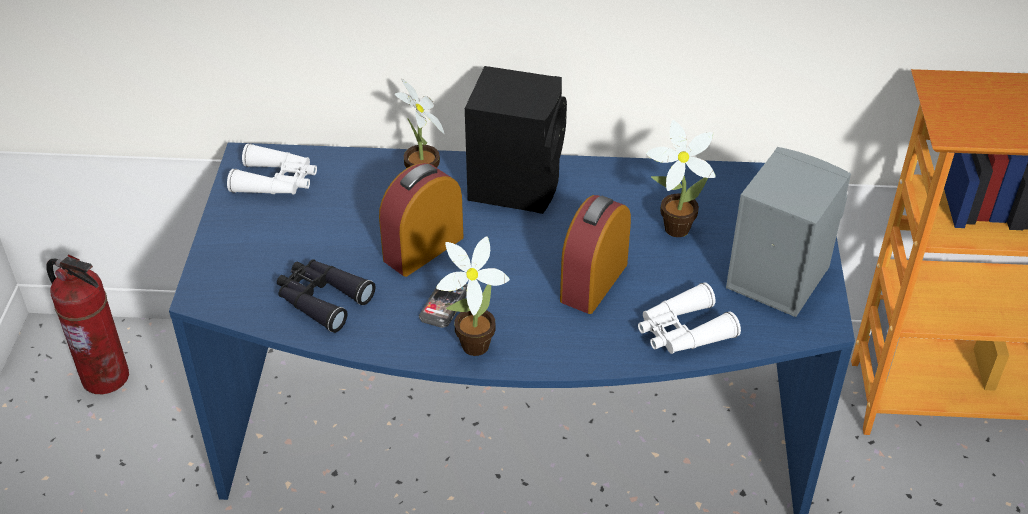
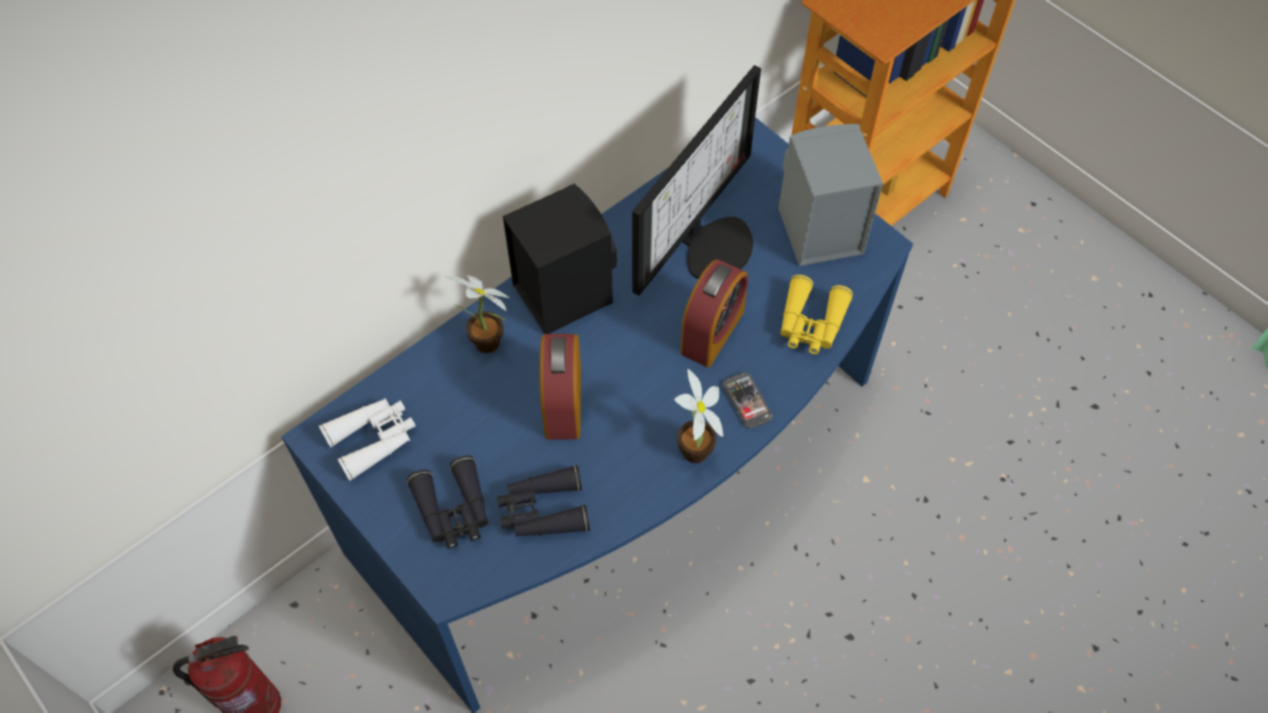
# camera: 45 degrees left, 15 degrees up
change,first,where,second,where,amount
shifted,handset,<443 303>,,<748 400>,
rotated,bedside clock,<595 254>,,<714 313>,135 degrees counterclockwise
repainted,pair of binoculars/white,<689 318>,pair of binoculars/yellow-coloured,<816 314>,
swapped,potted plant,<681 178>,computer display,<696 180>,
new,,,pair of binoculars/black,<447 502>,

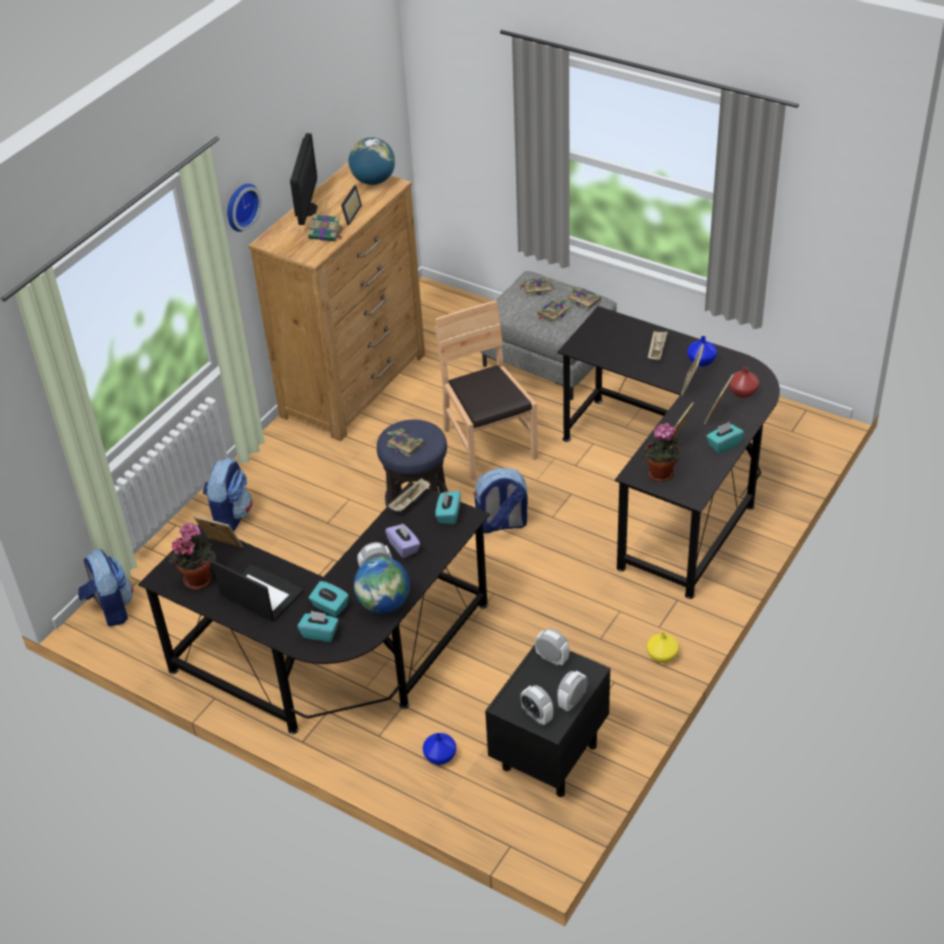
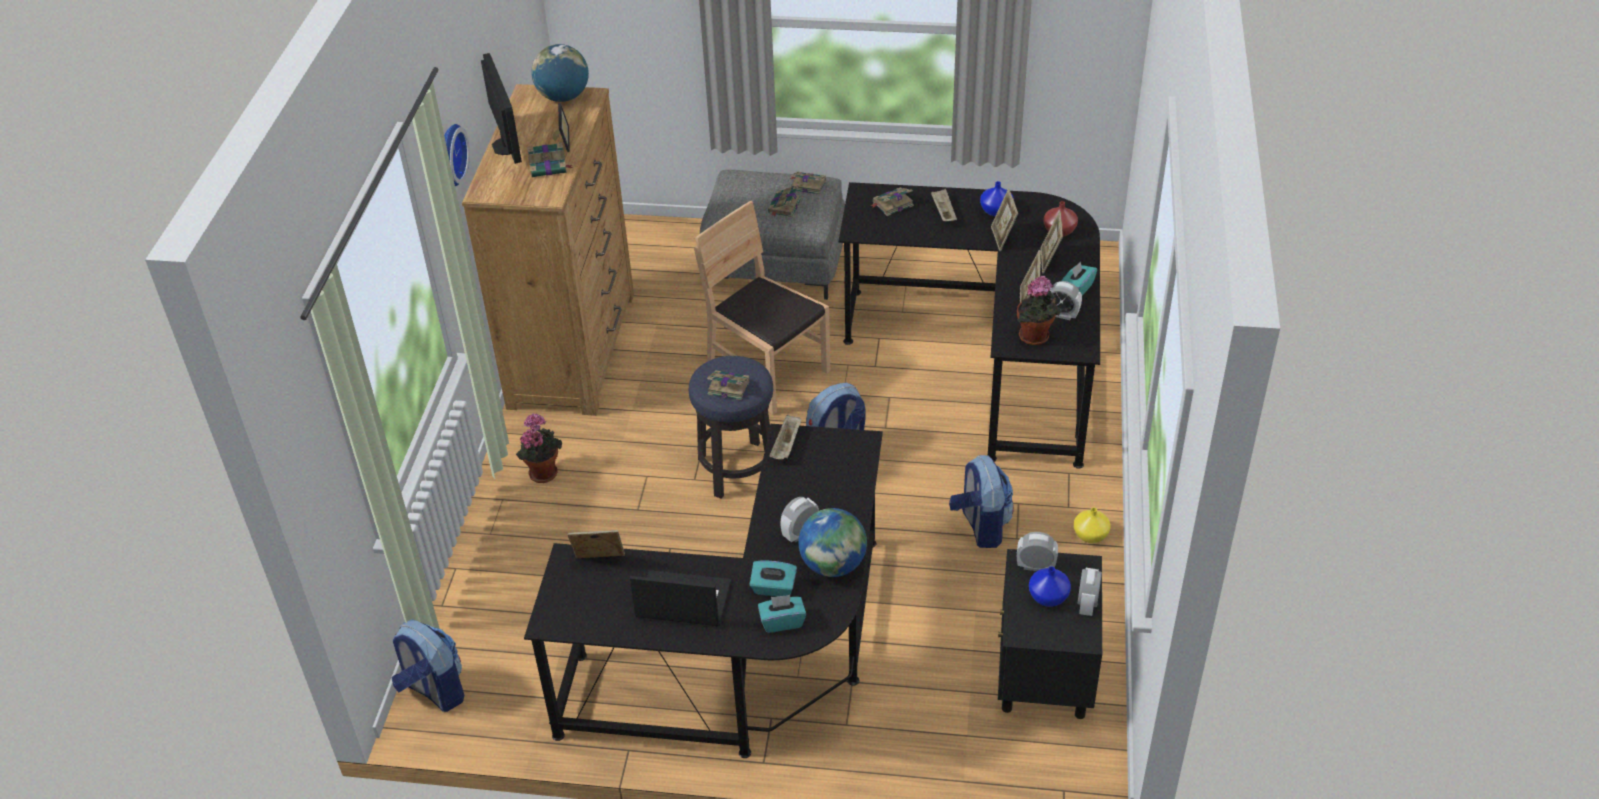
# camera: 25 degrees left, 0 degrees up
change,first,where,second,where,amount
shifted,potted plant,<192 556>,,<539 448>,
shifted,backpack,<228 494>,,<981 501>,
gone,box of tissues/purplish,<402 541>,,,
shifted,decorative vase/bluish,<439 749>,,<1050 586>,
gone,box of tissues/blue-green,<448 507>,,,
shifted,book,<535 287>,,<892 202>,
shifted,bedside clock,<537 705>,,<1065 300>,

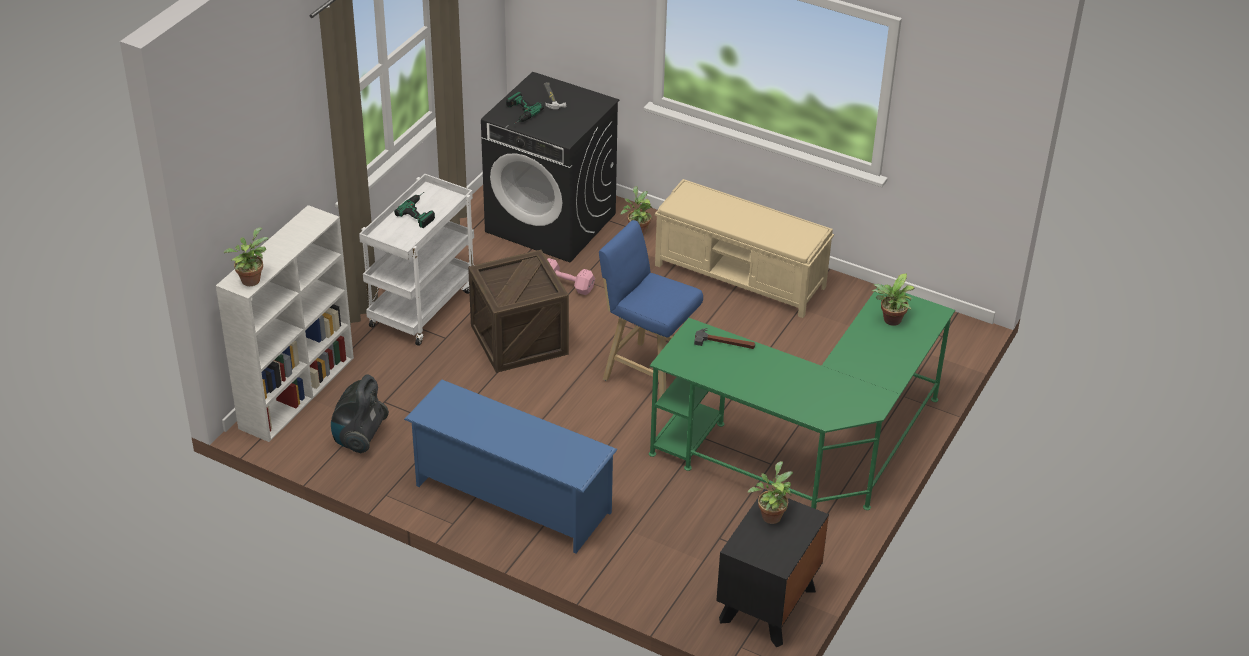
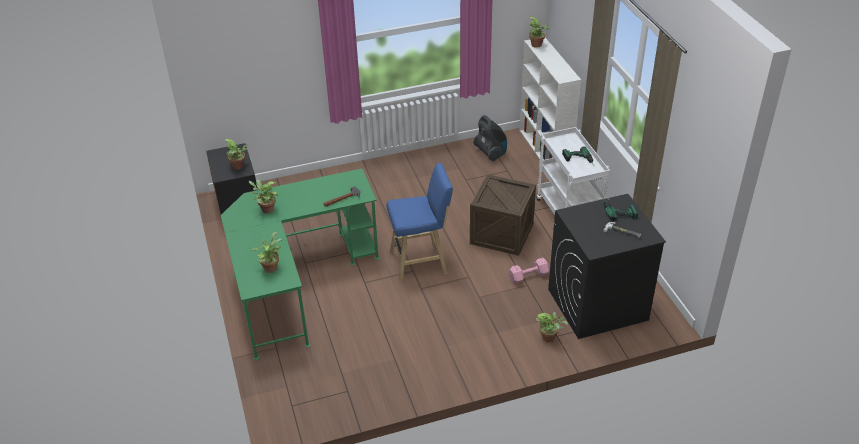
# camera: 135 degrees right, 0 degrees up
change,first,where,second,where,amount
gone,shoe shelf/bluish,<510 466>,,,
gone,bench/sand-coloured,<744 248>,,,
new,,,potted plant,<263 196>,

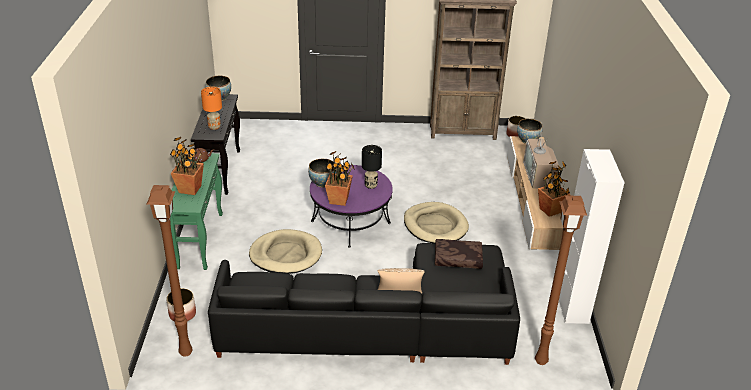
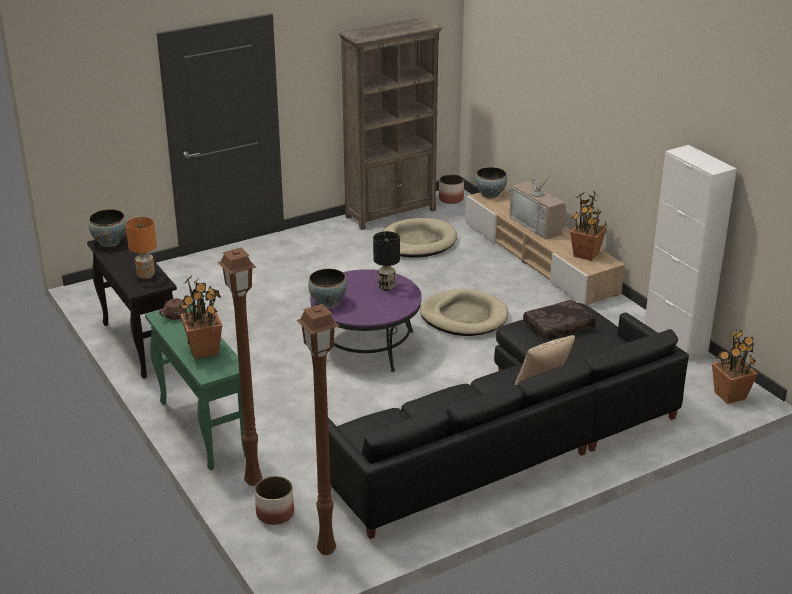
# camera: 30 degrees left, 5 degrees down
change,first,where,second,where,amount
shifted,dog bed/sand-coloured,<285 251>,,<419 238>,
shifted,potted plant,<340 178>,,<735 367>,
shifted,floor lamp/brownish,<561 280>,,<239 367>,

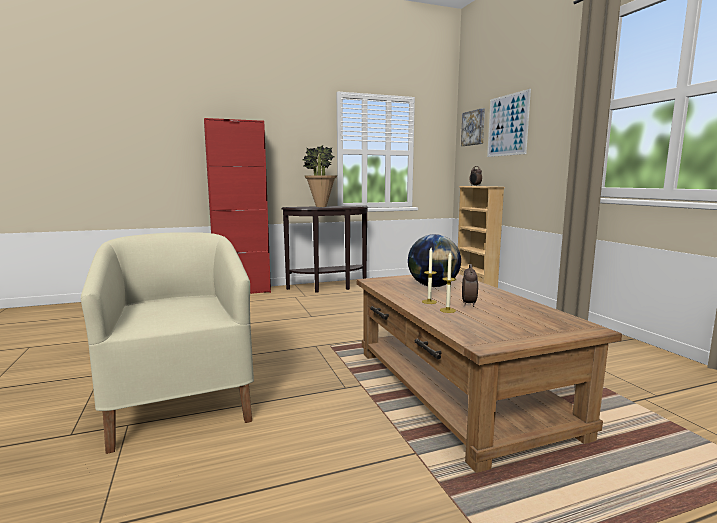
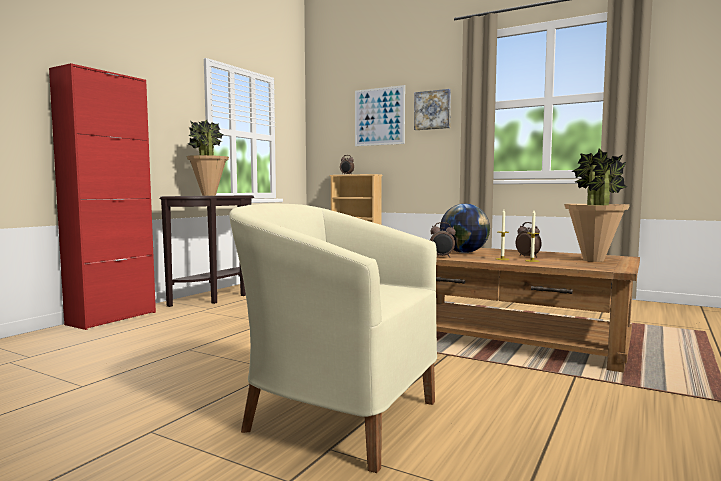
# camera: 40 degrees left, 5 degrees down
change,first,where,second,where,amount
shifted,picture,<473 127>,,<432 109>,
new,,,bedside clock,<443 240>,
new,,,potted plant,<597 205>,

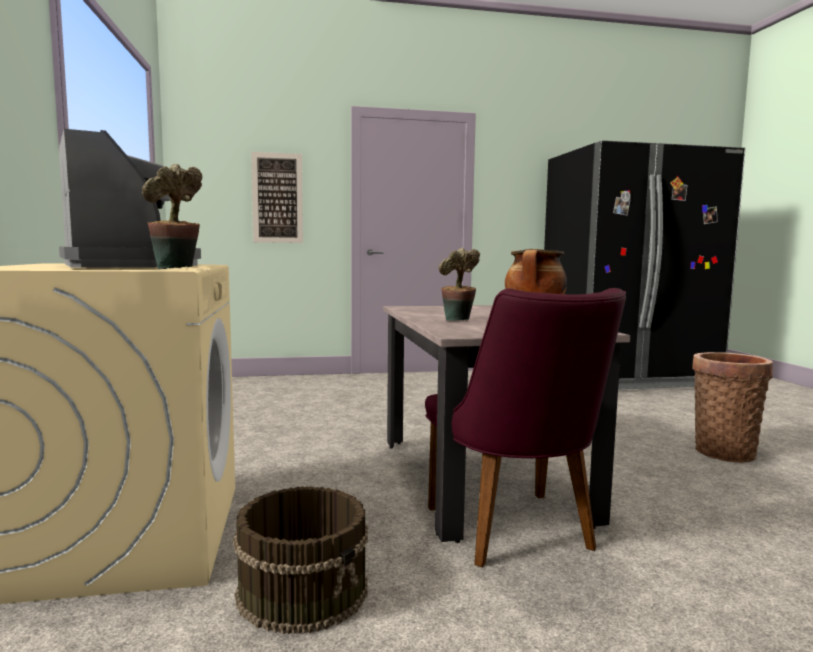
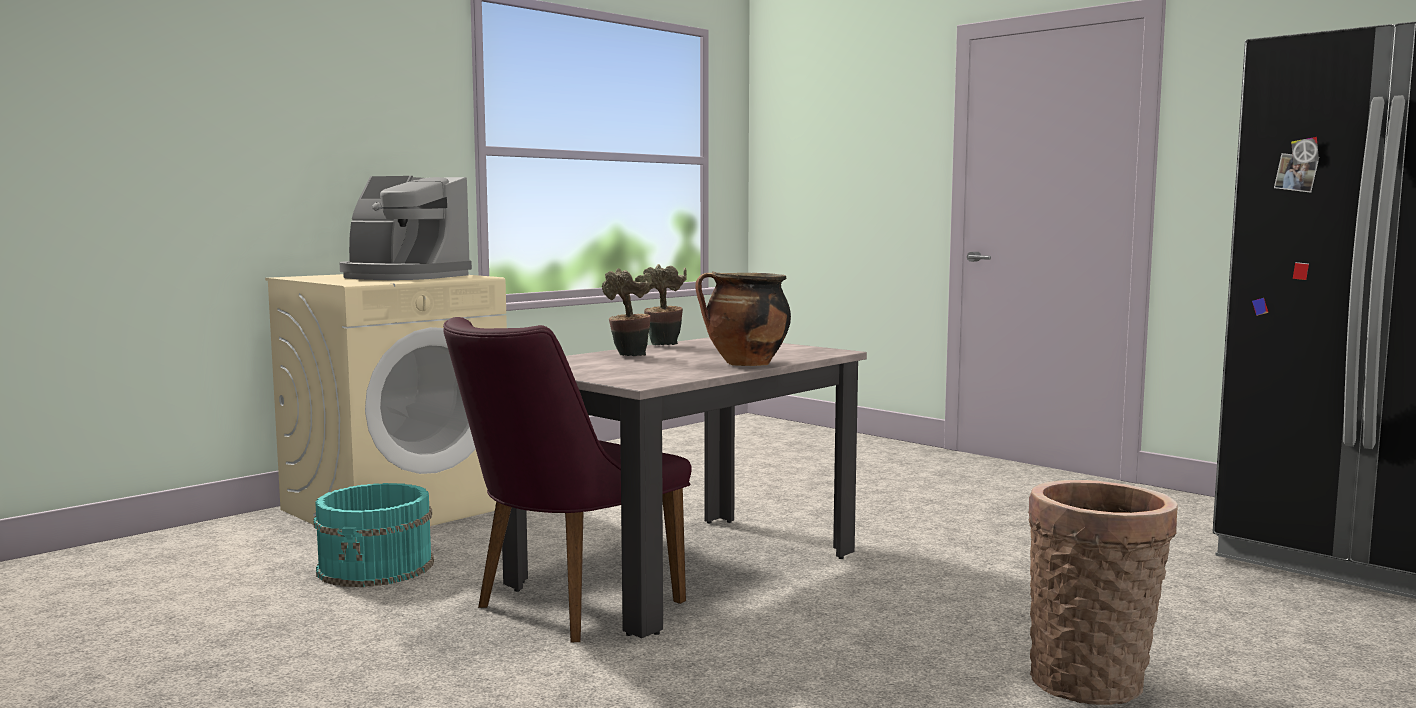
# camera: 55 degrees right, 0 degrees up
change,first,where,second,where,amount
rotated,coffee machine,<130 198>,,<406 228>,90 degrees clockwise
shifted,potted plant,<172 216>,,<665 304>,
repainted,pail/brownish,<300 560>,pail/blue-green,<373 535>,
gone,picture,<277 197>,,,

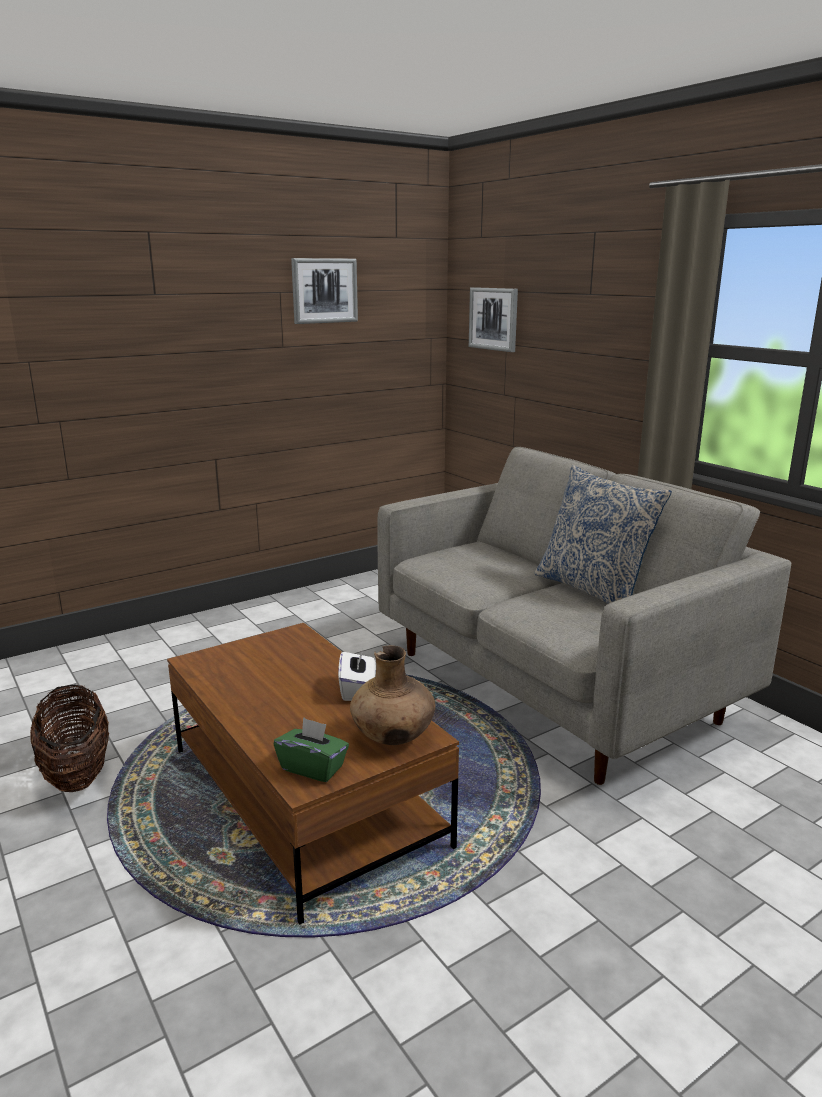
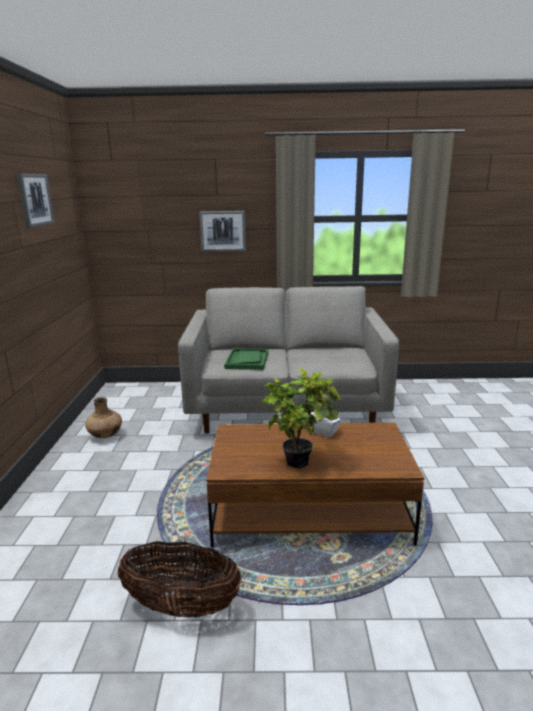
# camera: 55 degrees left, 0 degrees up
change,first,where,second,where,amount
gone,box of tissues/greenish,<311 749>,,,
shifted,decorative vase/brownish,<392 695>,,<103 417>,
shifted,picture,<493 319>,,<222 231>,
gone,cushion,<603 534>,,,
new,,,serving tray/greenish,<246 359>,
new,,,potted plant,<298 418>,

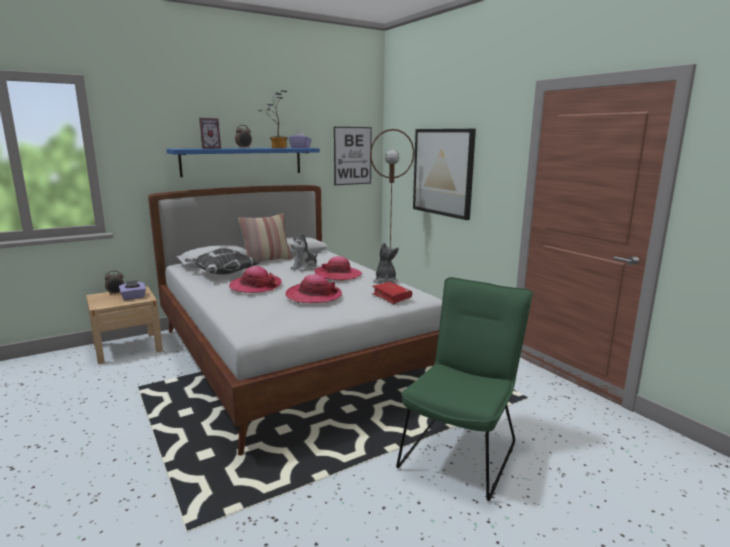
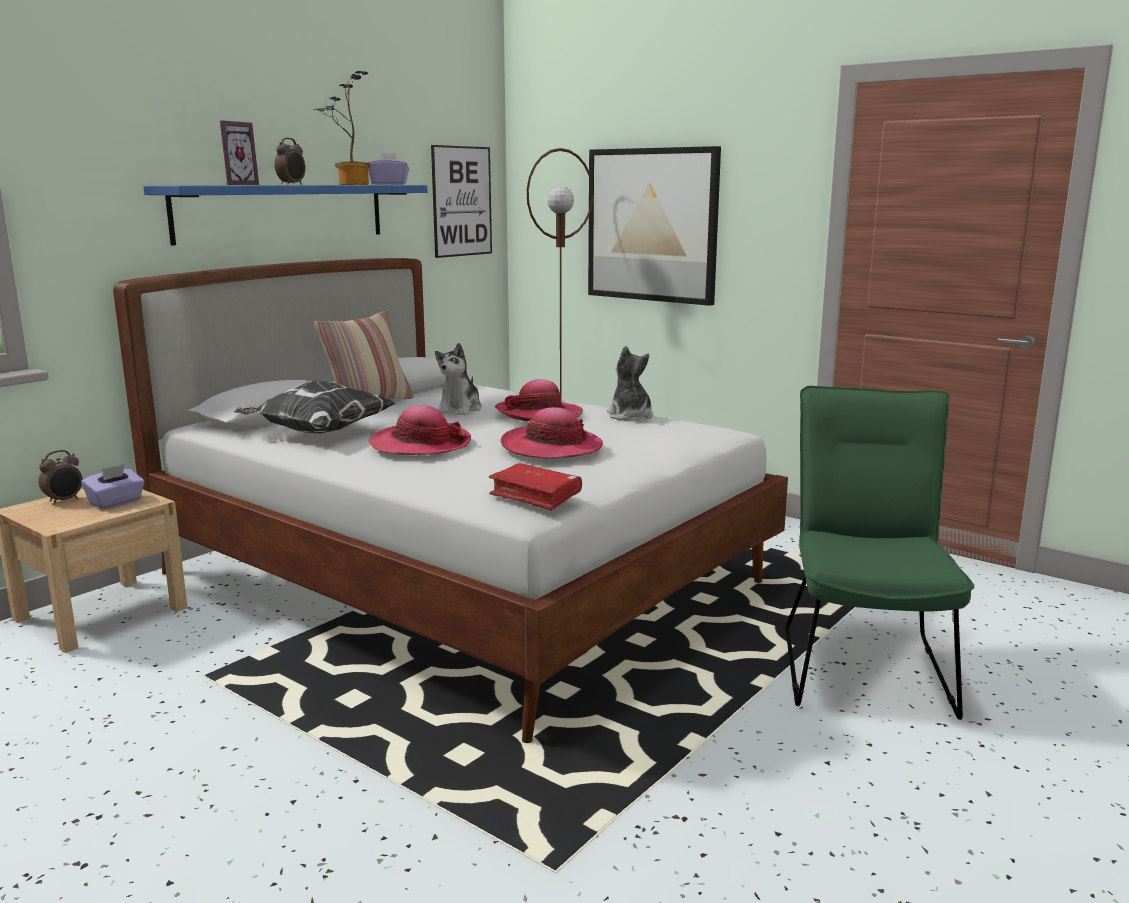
# camera: 20 degrees left, 0 degrees up
change,first,where,second,where,amount
shifted,book/red-coloured,<392 293>,,<535 487>,

